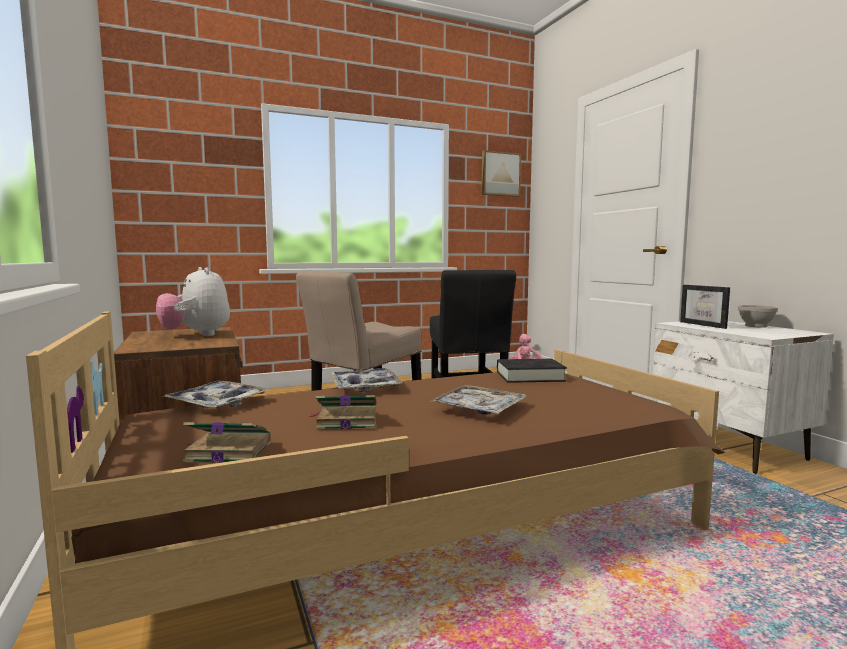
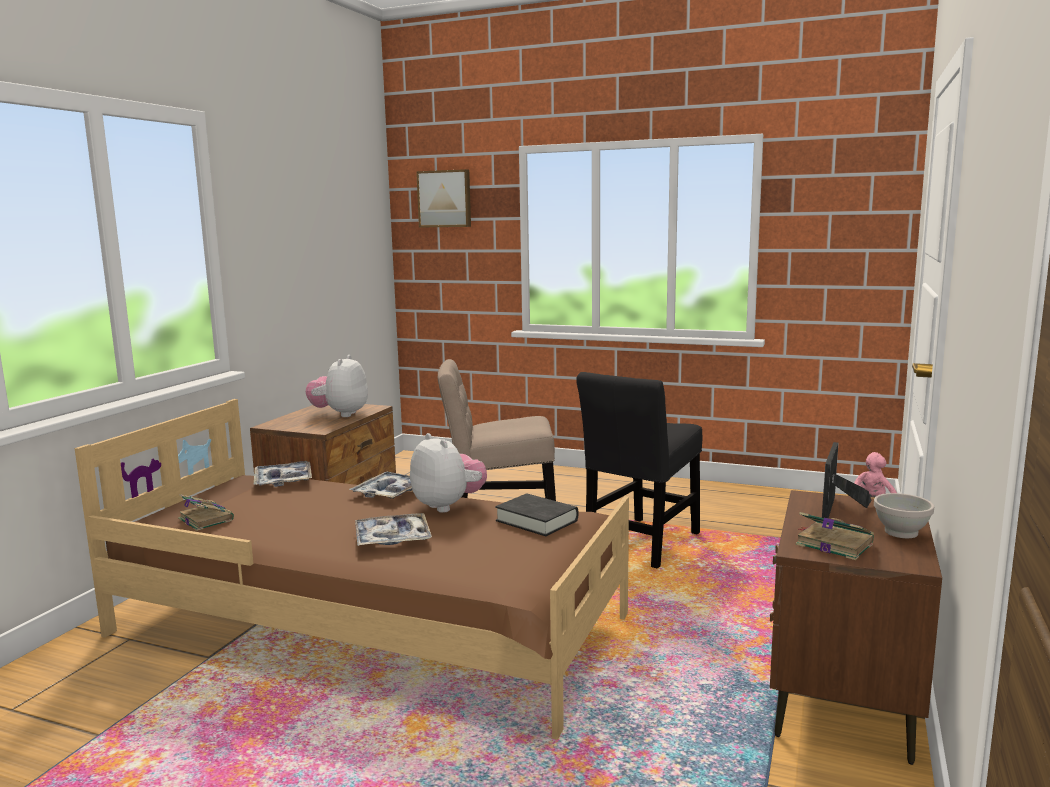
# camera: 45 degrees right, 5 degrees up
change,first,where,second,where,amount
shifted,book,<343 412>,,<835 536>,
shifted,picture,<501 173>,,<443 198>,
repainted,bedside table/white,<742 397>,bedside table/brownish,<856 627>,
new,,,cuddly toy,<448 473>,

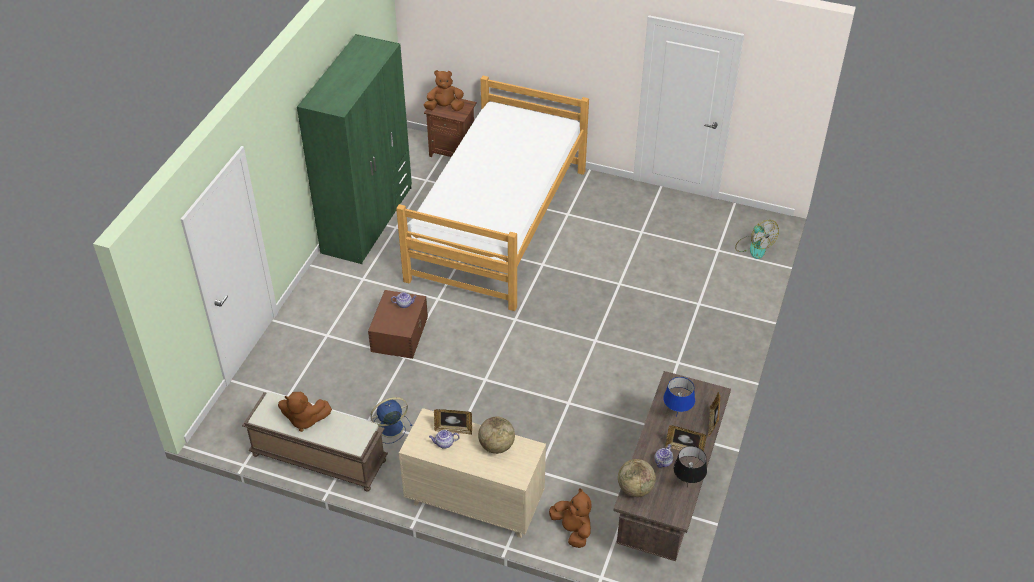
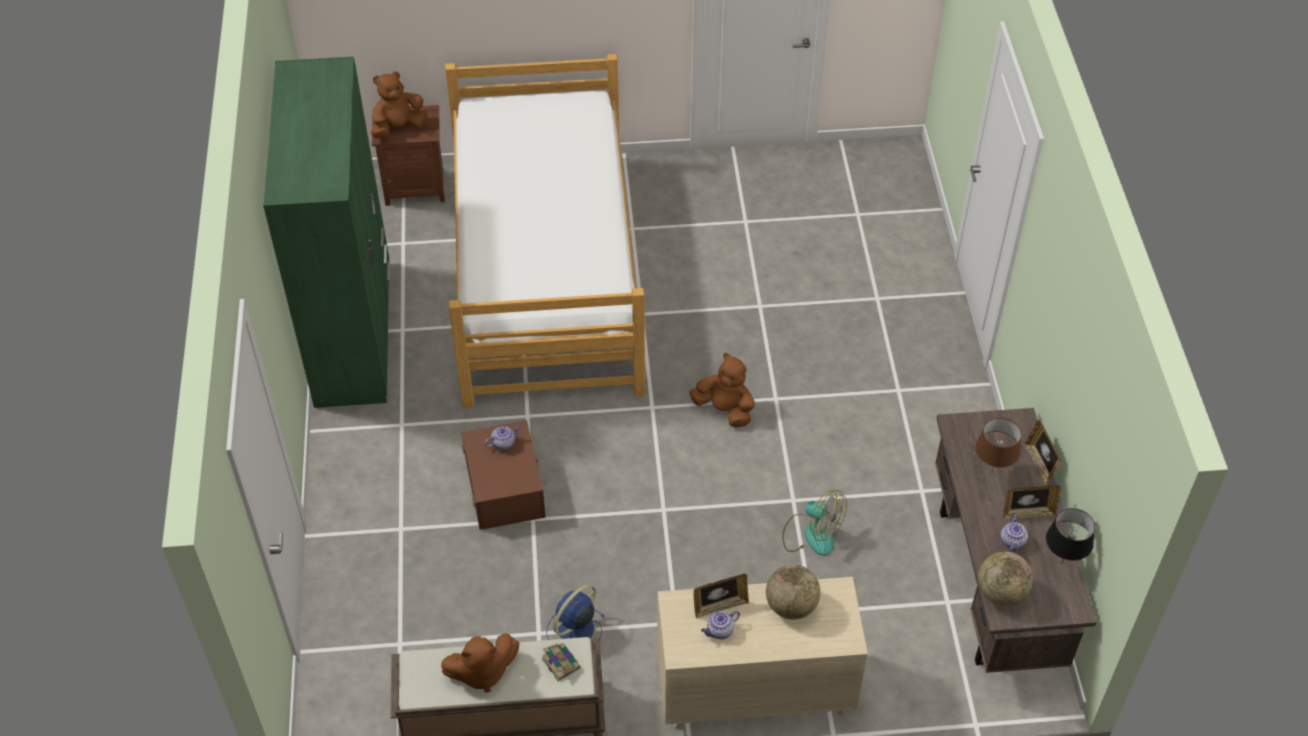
# camera: 25 degrees left, 5 degrees up
change,first,where,second,where,amount
shifted,cuddly toy/brownish,<570 518>,,<722 390>,
repainted,lamp for a table/bluish,<679 397>,lamp for a table/brownish,<998 446>,
shifted,cooling fan,<757 239>,,<814 523>,
new,,,book,<560 662>,

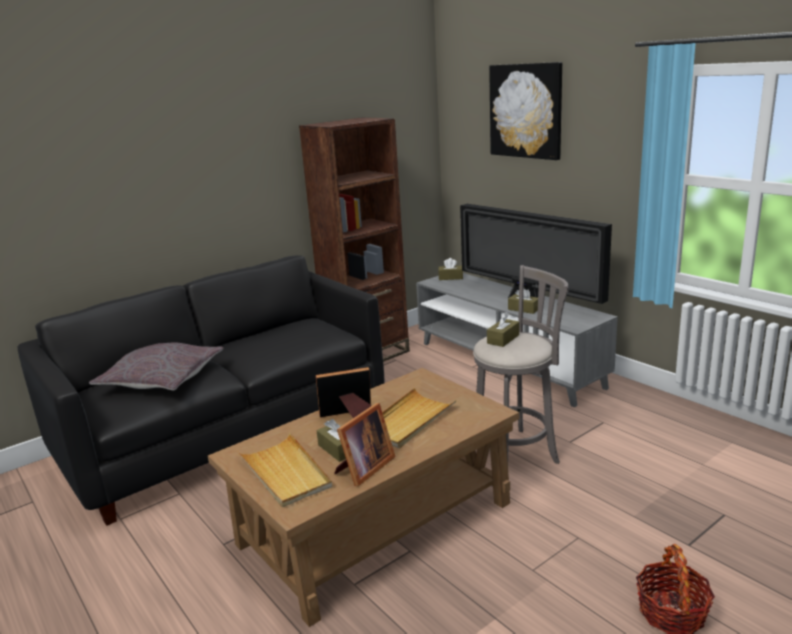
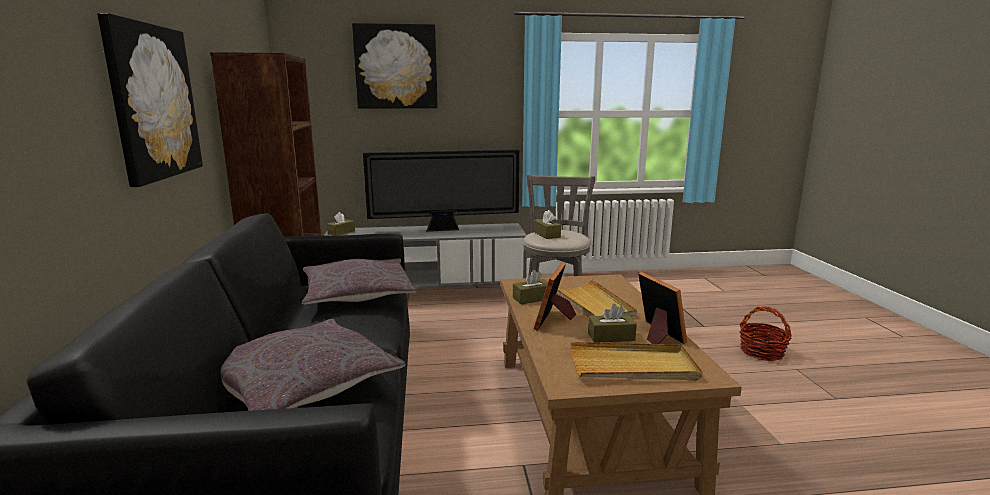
# camera: 60 degrees left, 5 degrees down
change,first,where,second,where,amount
shifted,box of tissues/brownish,<523 301>,,<530 287>,
new,,,picture,<150 100>,
new,,,cushion/grey,<359 281>,

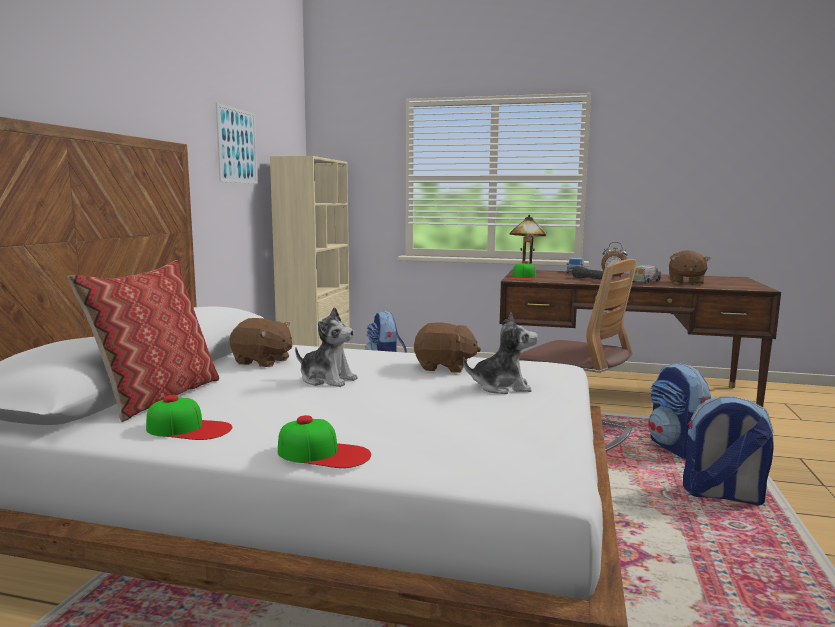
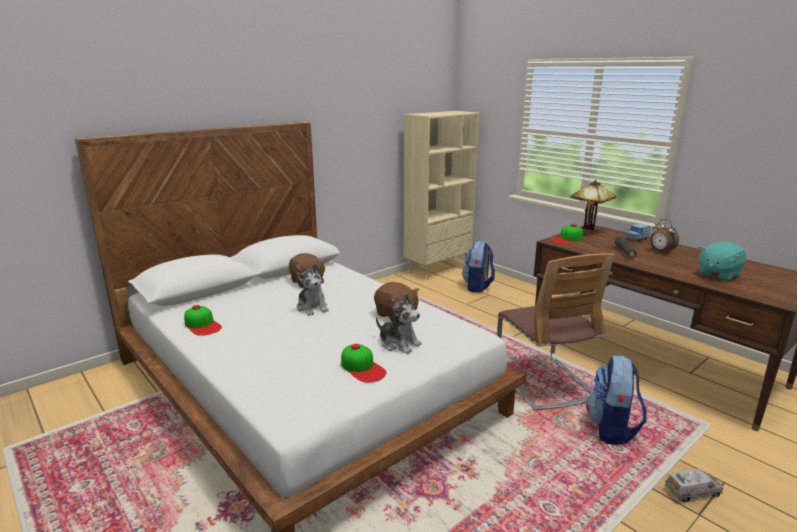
# camera: 35 degrees right, 10 degrees up
change,first,where,second,where,amount
gone,cushion,<143 341>,,,
gone,picture,<237 143>,,,
shifted,baseball cap,<324 441>,,<363 363>,
shifted,toy lorry,<646 274>,,<693 485>,
repainted,cuddly toy/brownish,<690 267>,cuddly toy/blue-green,<722 261>,
gone,backpack,<728 450>,,,

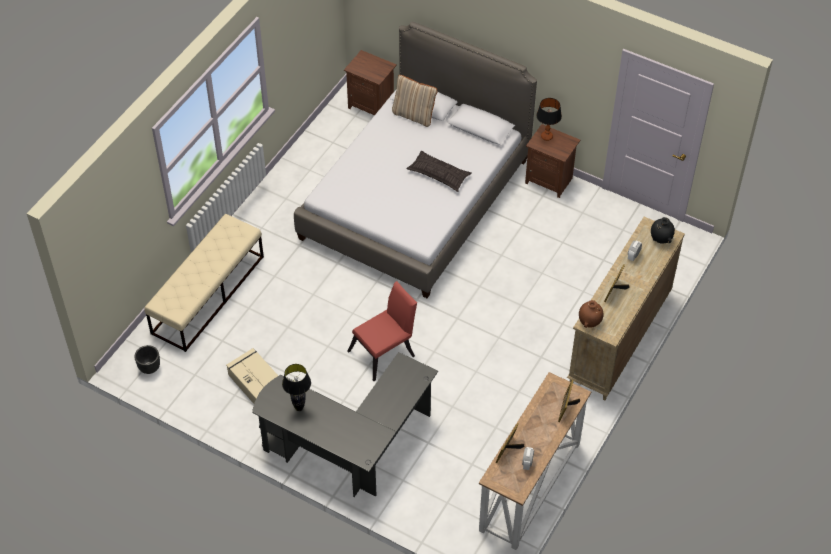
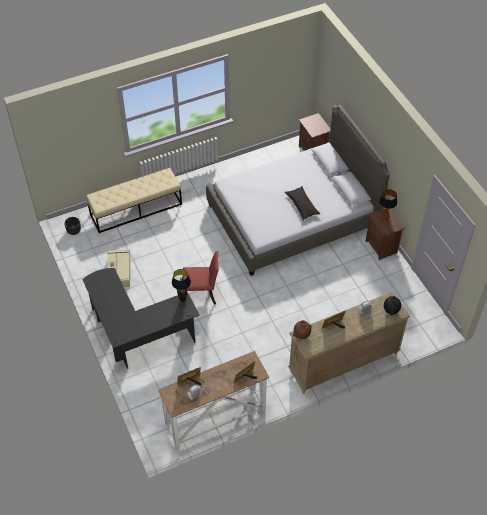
# camera: 35 degrees right, 0 degrees up
change,first,where,second,where,amount
shifted,lamp for a table/black,<296 387>,,<181 285>,
gone,cushion/sand-coloured,<415 101>,,,

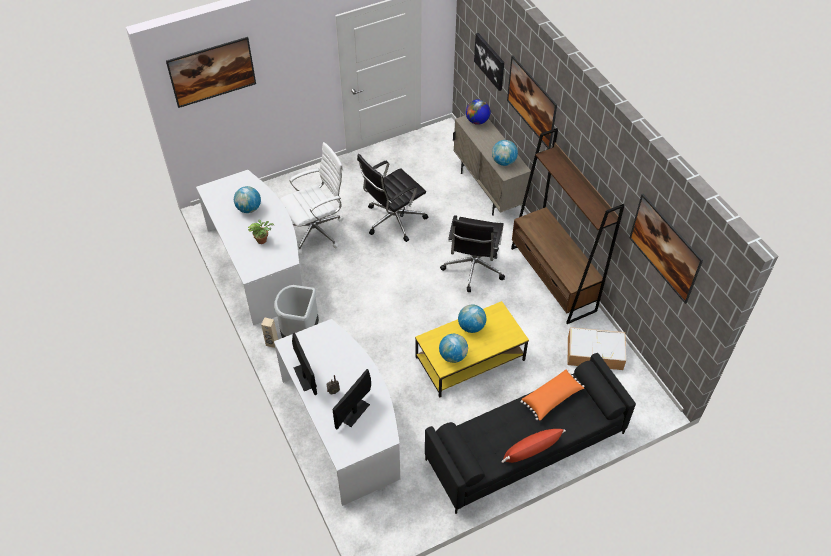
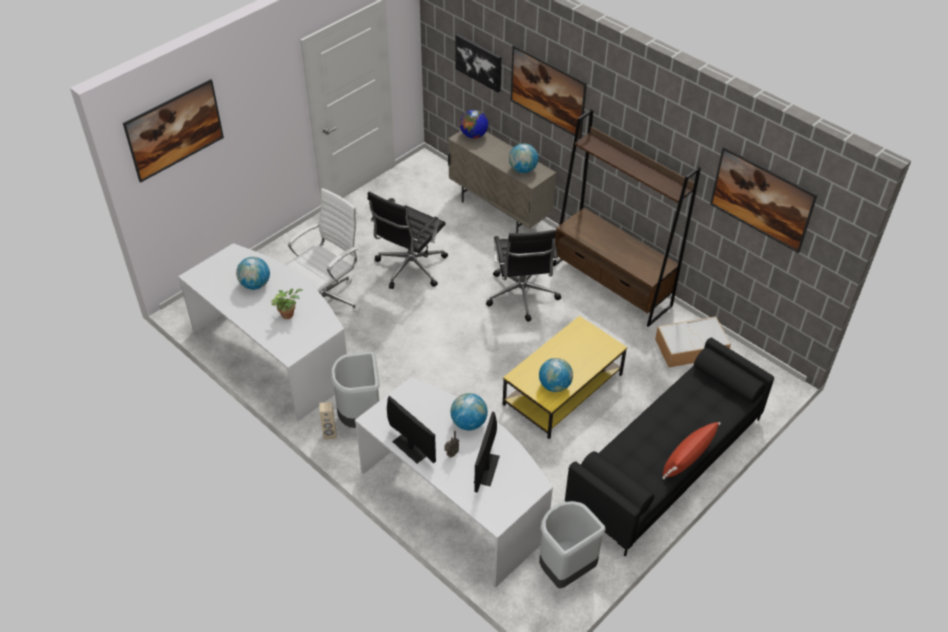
# camera: 20 degrees left, 5 degrees down
change,first,where,second,where,amount
shifted,desk globe,<472 318>,,<469 411>,
gone,cushion/orangey,<552 394>,,,
new,,,rubbish bin/grey,<572 544>,

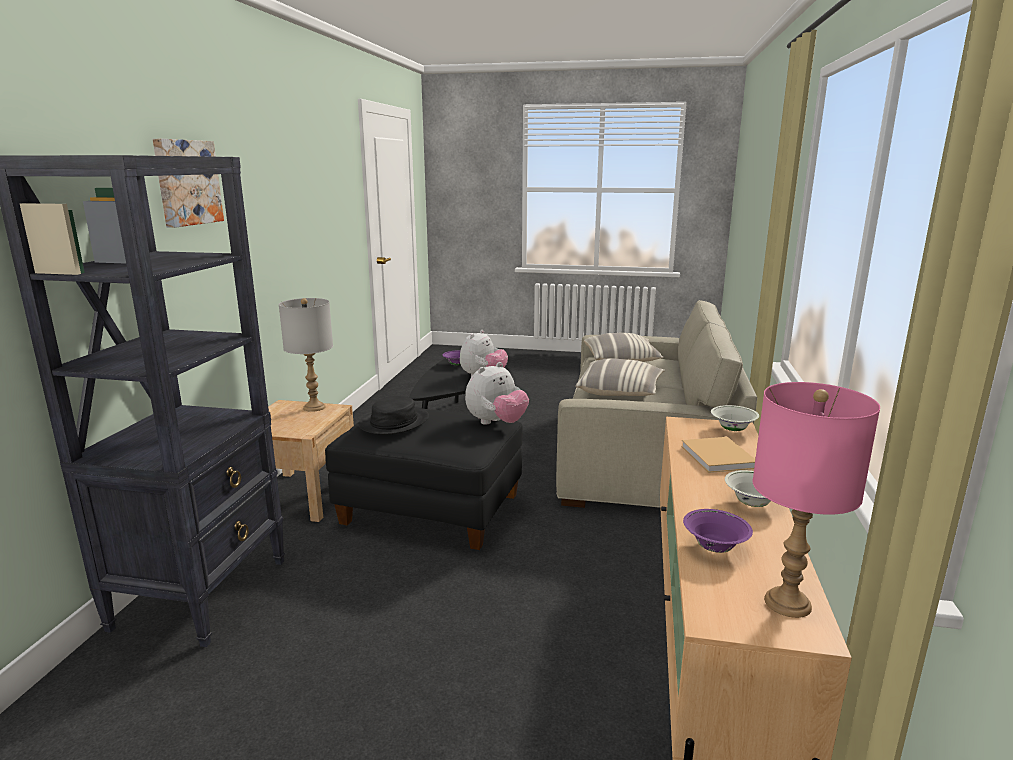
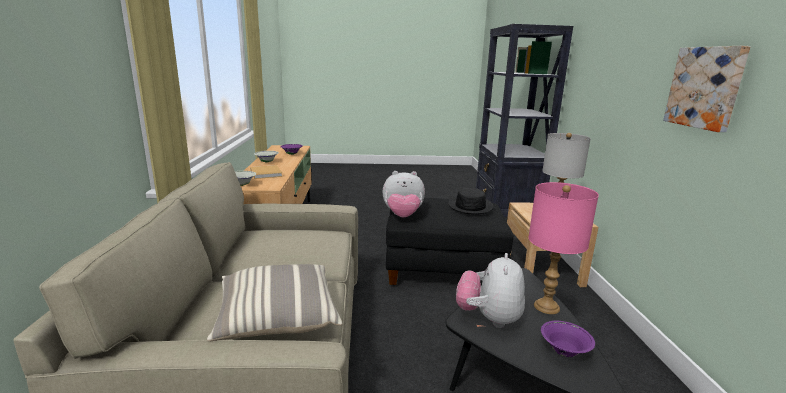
# camera: 165 degrees right, 0 degrees up
change,first,where,second,where,amount
shifted,picture,<188 183>,,<707 89>,
rotated,cuddly toy,<497 393>,,<403 194>,120 degrees counterclockwise
gone,cushion,<620 377>,,,
shifted,lamp for a table/pink,<816 500>,,<563 248>,

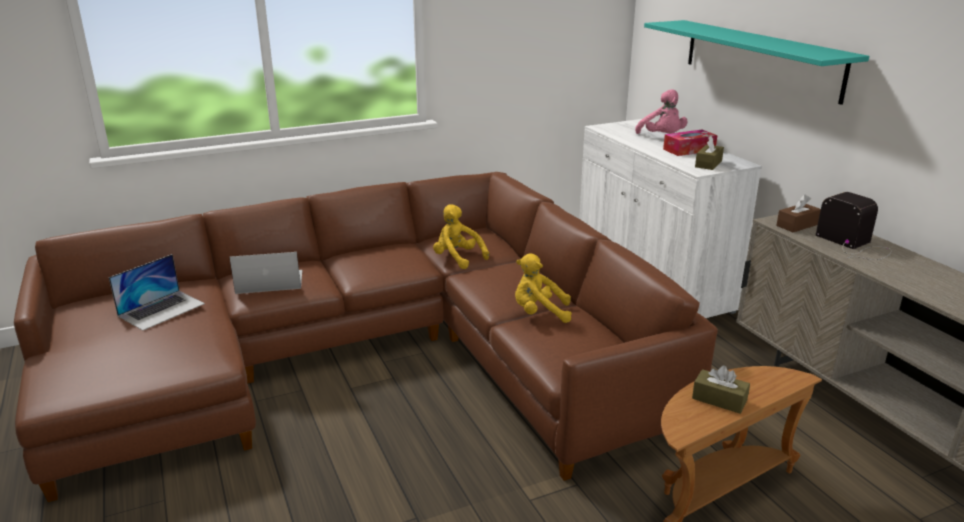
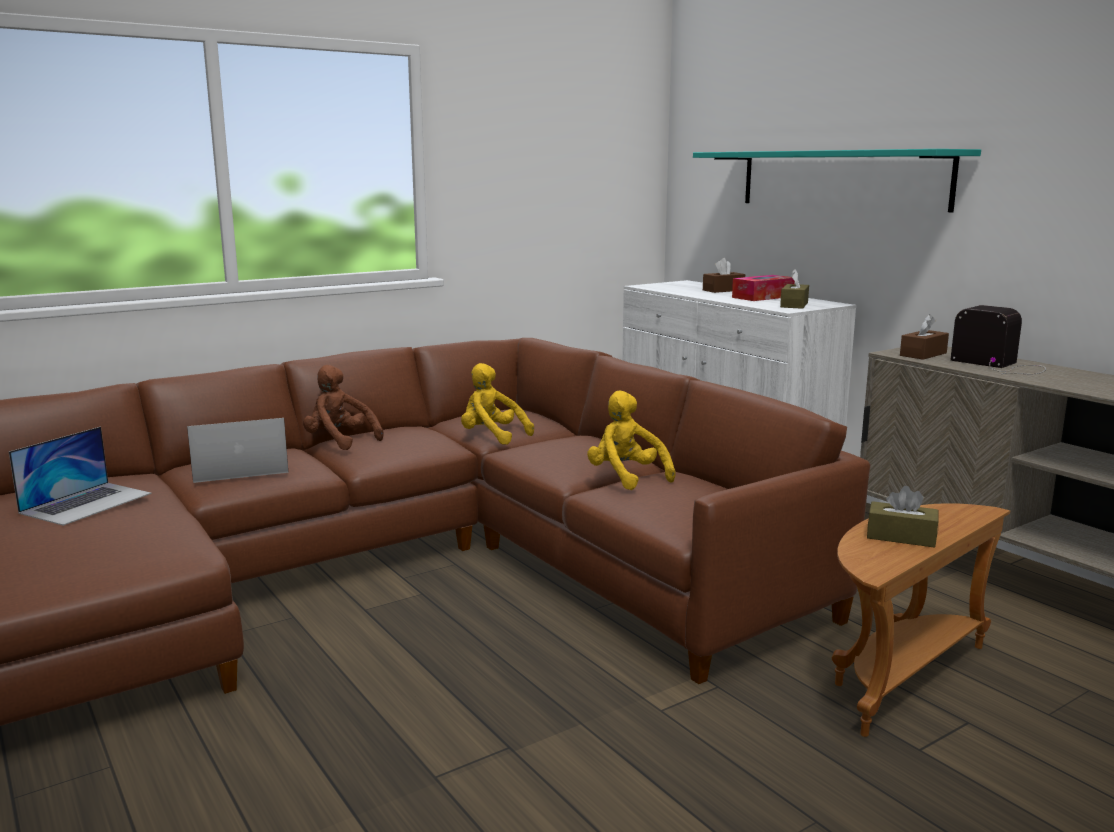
# camera: 10 degrees left, 10 degrees down
change,first,where,second,where,amount
rotated,cuddly toy/yellow-coloured,<543 288>,,<631 440>,60 degrees clockwise
swapped,cuddly toy/pink,<661 111>,box of tissues/brownish,<724 275>,
new,,,cuddly toy/brownish,<343 407>,

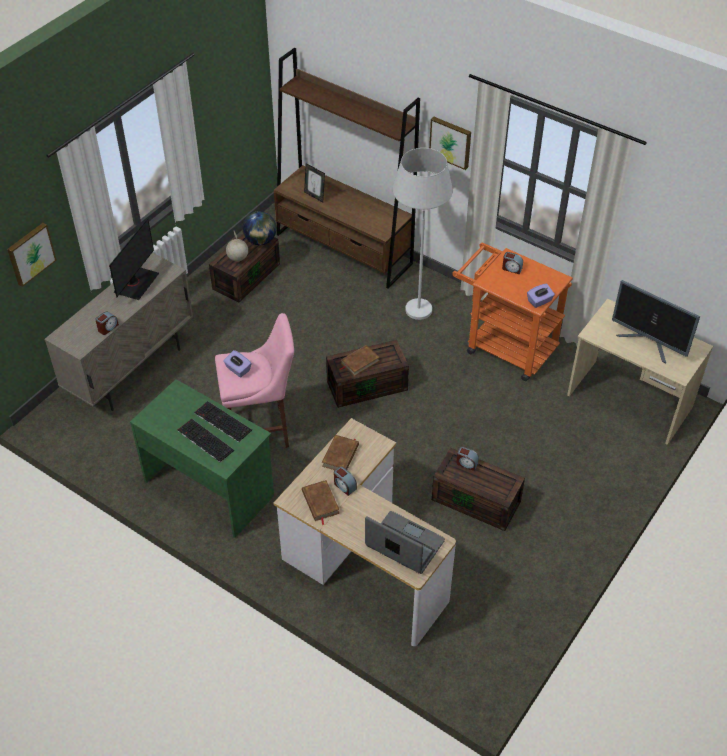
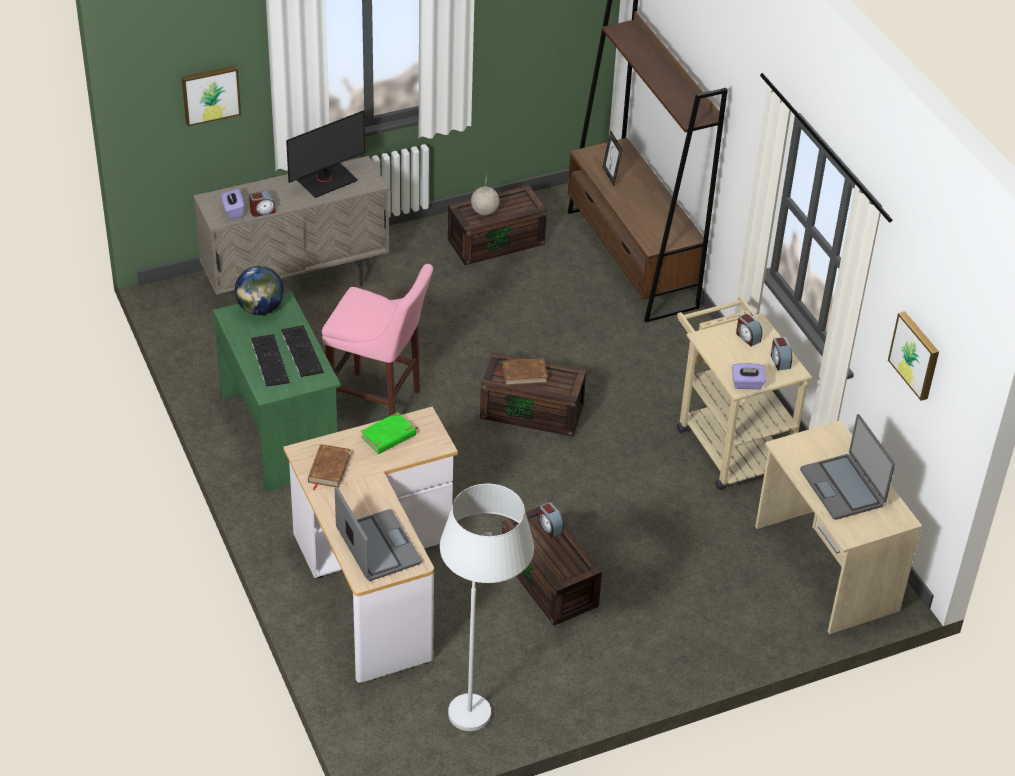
# camera: 30 degrees right, 5 degrees down
change,first,where,second,where,amount
shifted,box of tissues/purplish,<237 363>,,<232 203>,
shifted,desk globe,<259 228>,,<259 290>,
repainted,book/brownish,<340 452>,book/greenish,<390 433>,
shifted,bedside clock,<345 481>,,<781 354>,
shifted,floor lamp/white,<423 234>,,<487 607>,
shifted,picture,<450 143>,,<913 356>,
repainted,trolley/orangey,<512 312>,trolley/sand-coloured,<745 392>,
swapped,computer display,<656 322>,laptop,<847 467>,

